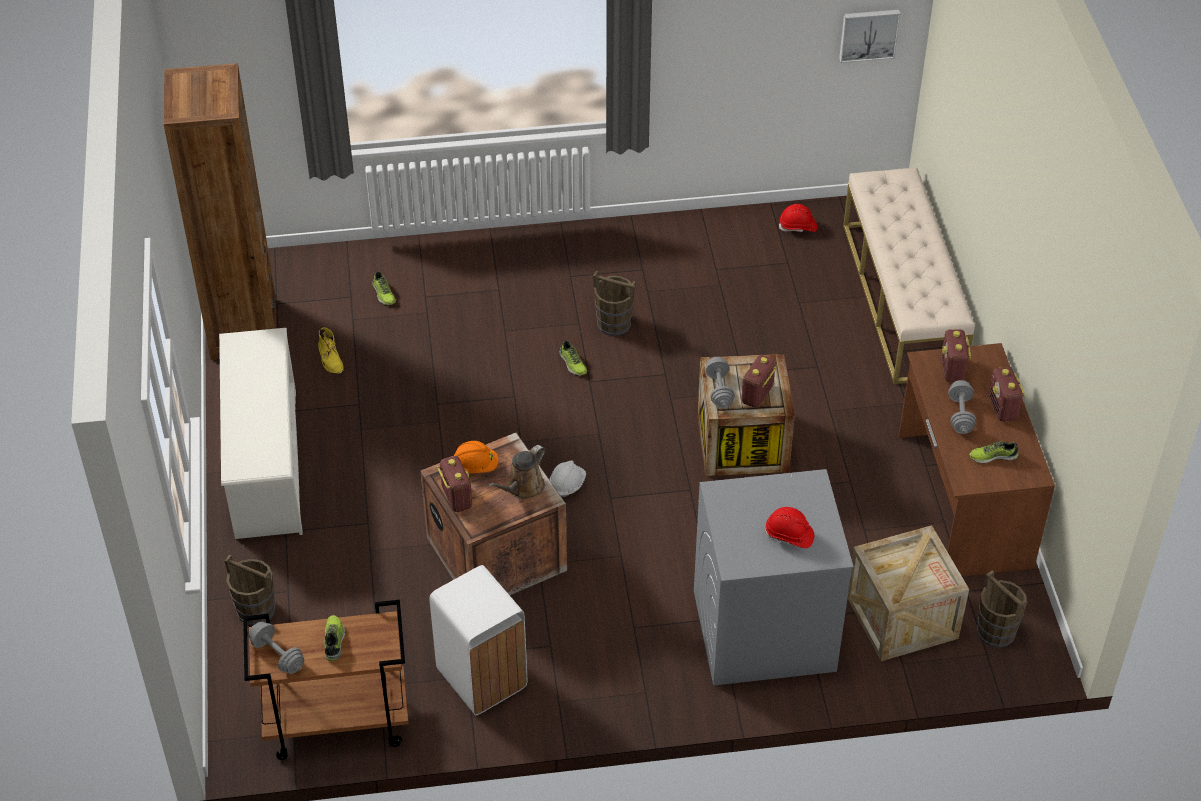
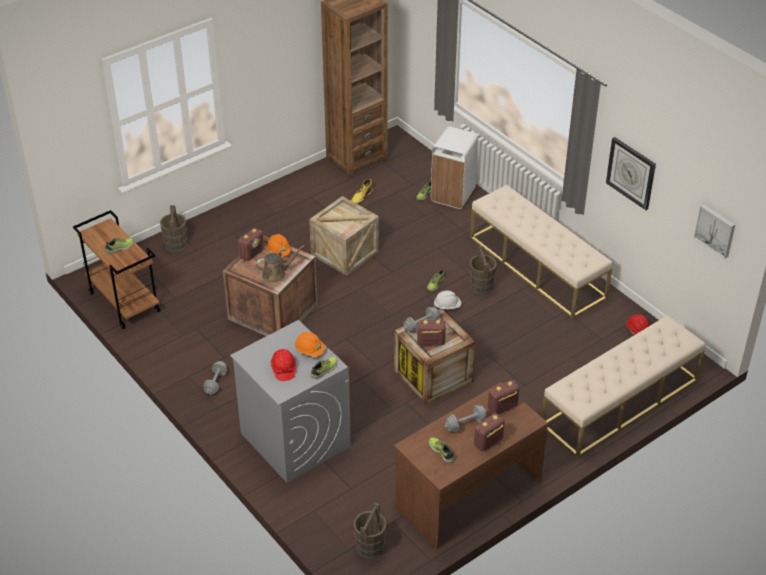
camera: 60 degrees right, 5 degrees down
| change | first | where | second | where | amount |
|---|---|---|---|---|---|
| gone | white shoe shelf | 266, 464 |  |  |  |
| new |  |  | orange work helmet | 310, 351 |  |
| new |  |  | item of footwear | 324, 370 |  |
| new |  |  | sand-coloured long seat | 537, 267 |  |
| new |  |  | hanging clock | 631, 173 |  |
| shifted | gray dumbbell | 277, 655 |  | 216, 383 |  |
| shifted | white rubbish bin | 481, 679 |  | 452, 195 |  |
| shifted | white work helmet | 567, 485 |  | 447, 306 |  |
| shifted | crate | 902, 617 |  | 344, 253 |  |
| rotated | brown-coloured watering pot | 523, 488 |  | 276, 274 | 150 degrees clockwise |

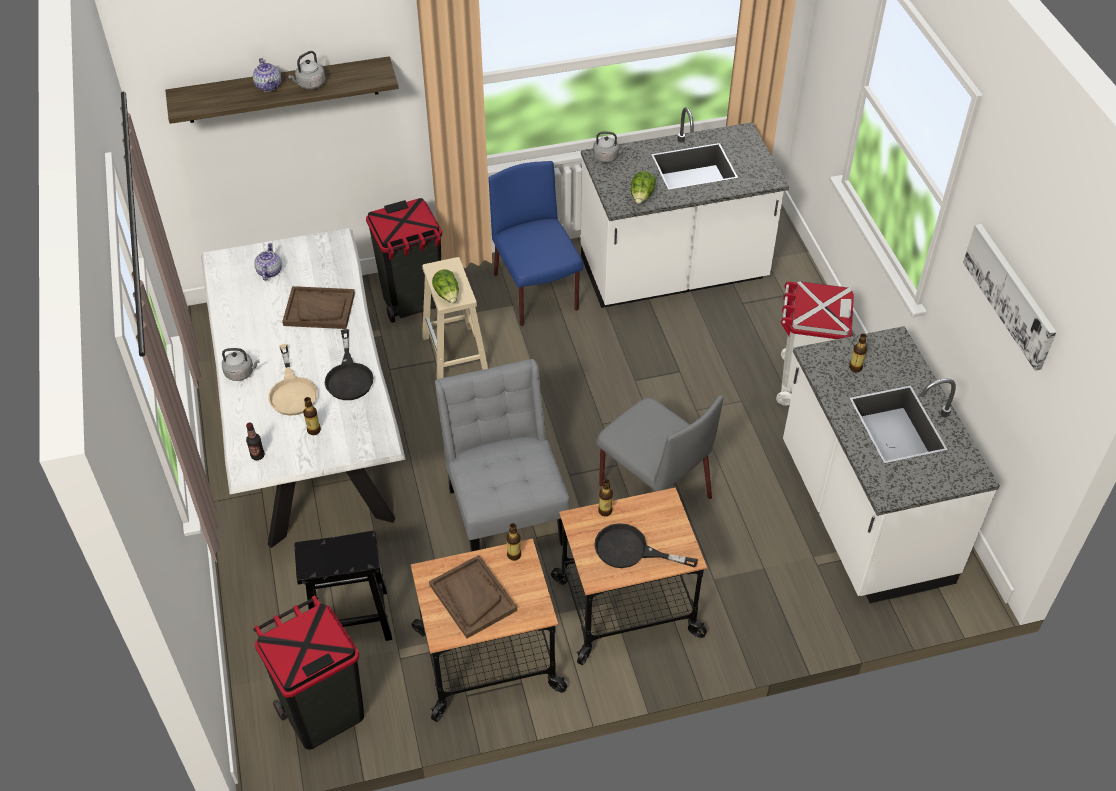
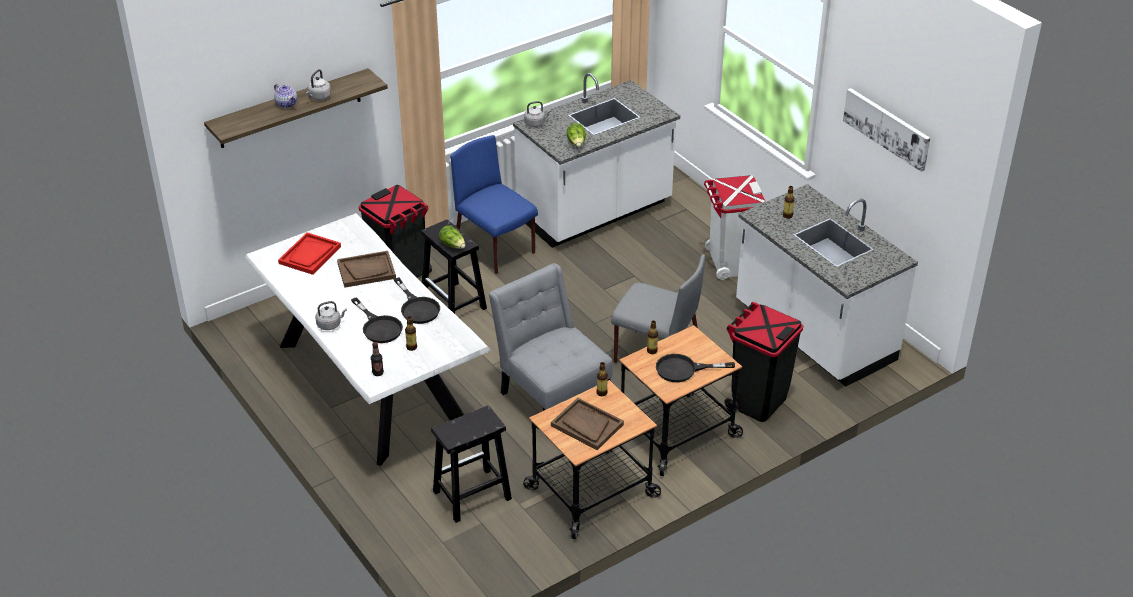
camera: 20 degrees left, 10 degrees down
| change | first | where | second | where | amount |
|---|---|---|---|---|---|
| shifted | blackish rubbish bin | 323, 713 |  | 757, 401 |  |
| swapped | tea pot | 269, 272 | red-coloured serving tray | 310, 255 |  |
| repainted | sand-coloured skillet | 292, 391 | blackish skillet | 379, 327 |  |
| repainted | sand-coloured sitting stool | 455, 354 | blackish sitting stool | 454, 303 |  |

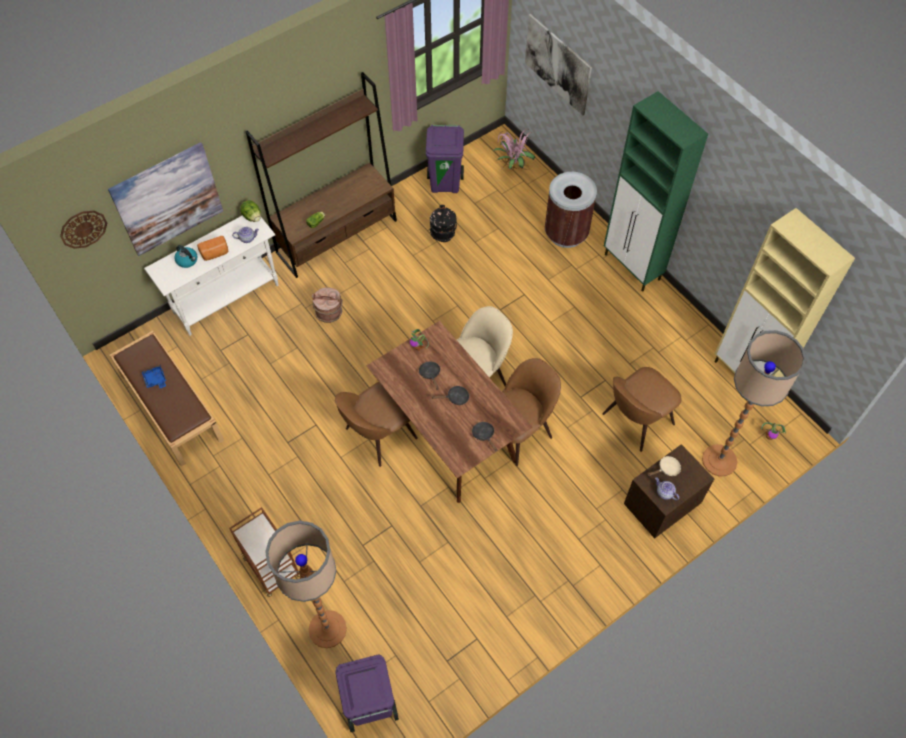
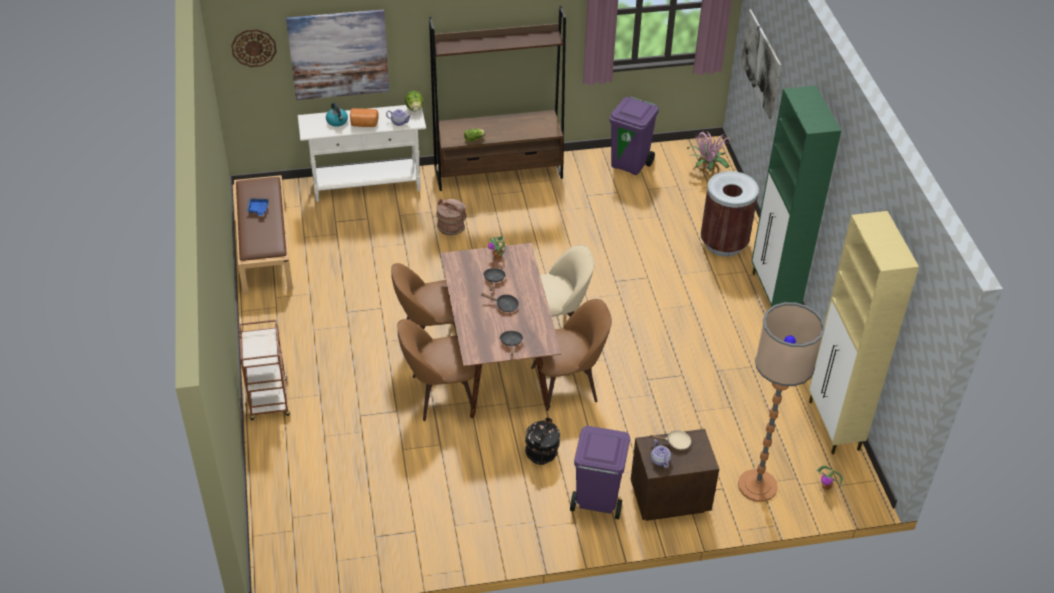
camera: 25 degrees right, 15 degrees down
| change | first | where | second | where | amount |
|---|---|---|---|---|---|
| gone | standing lamp | 328, 629 |  |  |  |
| shifted | purple-coloured rubbish bin | 370, 706 |  | 596, 501 |  |
| shifted | blackish pail | 443, 233 |  | 542, 453 |  |
| shifted | brown-coloured upright chair | 635, 420 |  | 440, 394 |  |

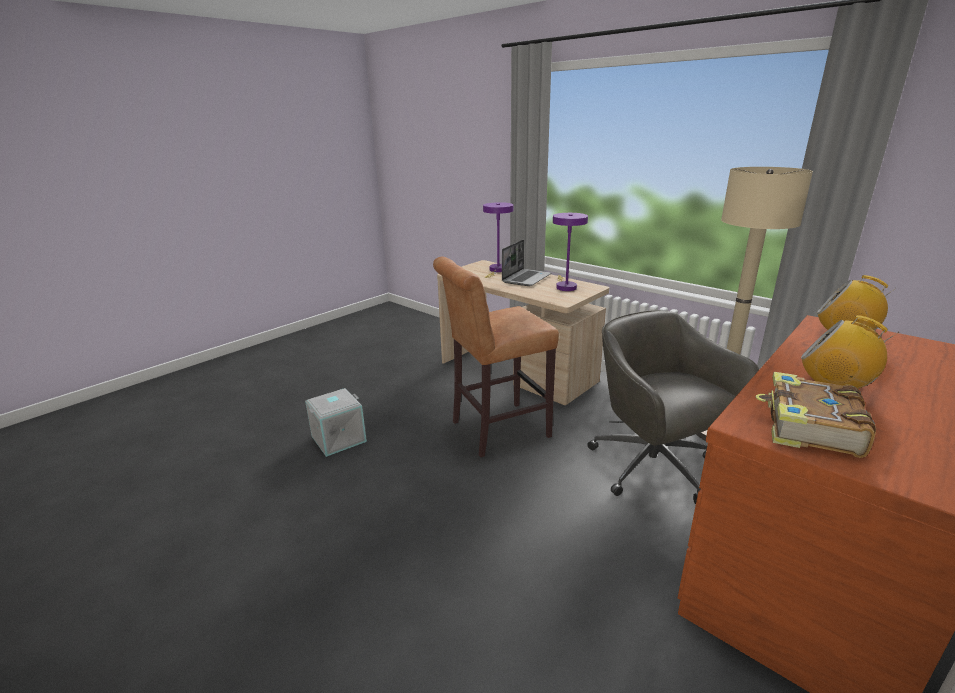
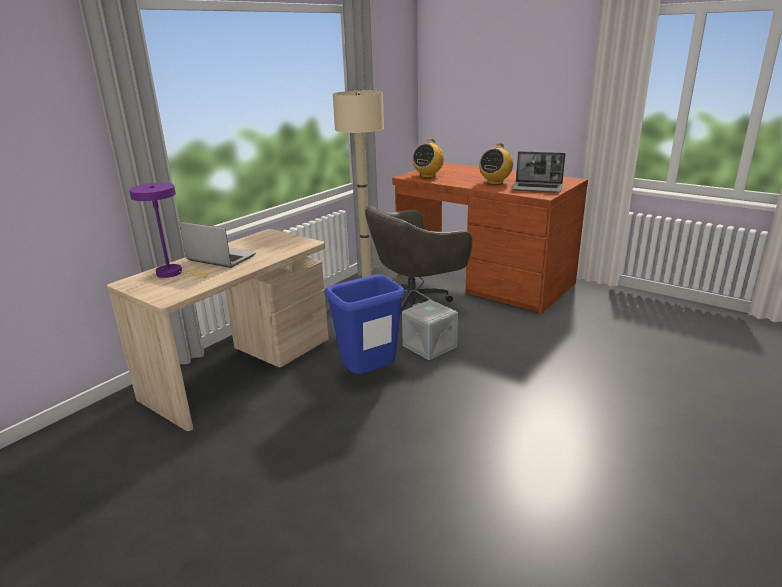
camera: 95 degrees left, 0 degrees up
| change | first | where | second | where | amount |
|---|---|---|---|---|---|
| gone | purple-coloured table lamp | 565, 286 |  |  |  |
| shifted | gray storage bin | 338, 438 |  | 428, 346 |  |
| swapped | brown-coloured sitting stool | 495, 430 | bluish rubbish bin | 368, 377 |  |
| swapped | book | 809, 428 | notebook computer | 538, 188 |  |

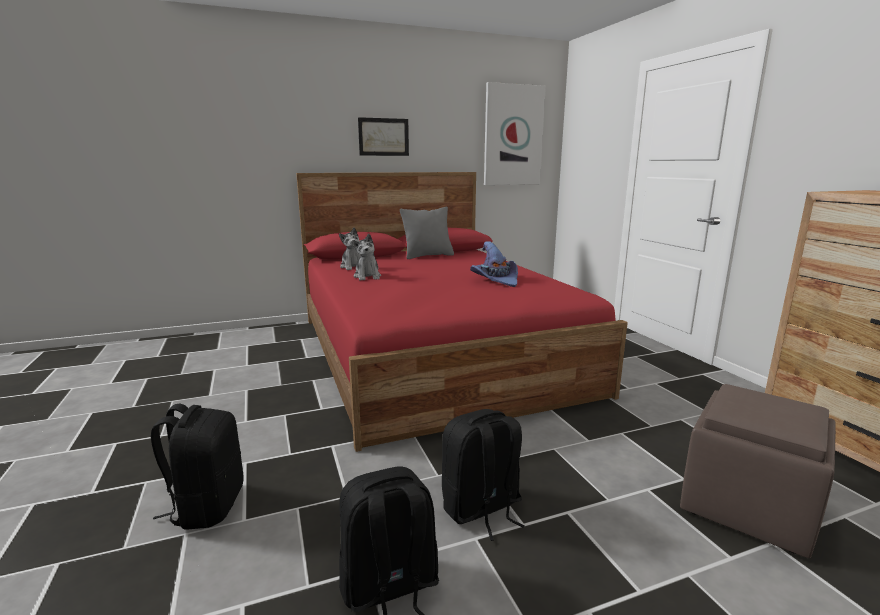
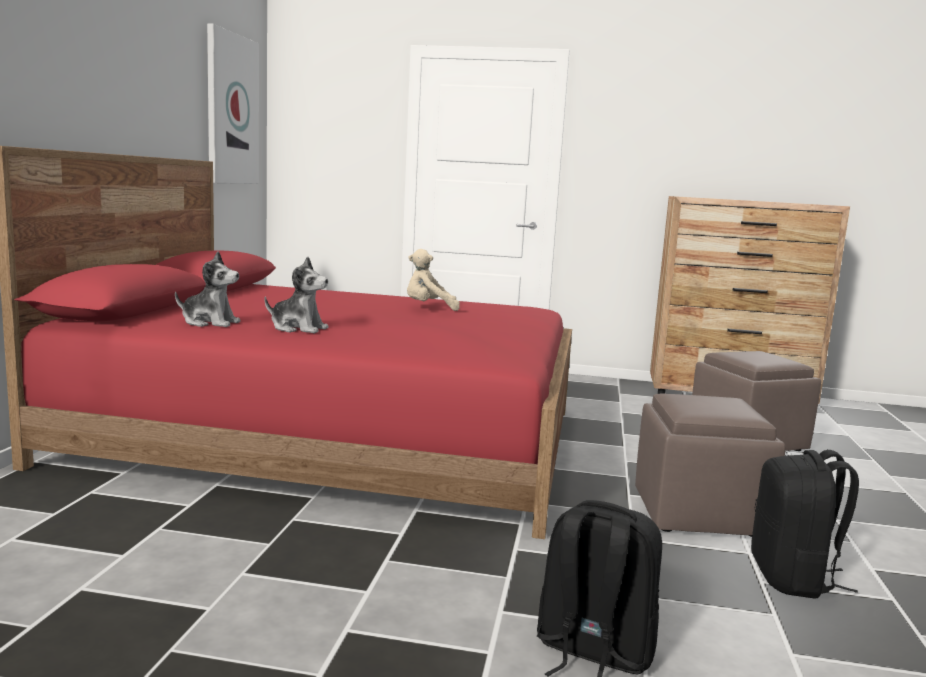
camera: 60 degrees left, 5 degrees down
| change | first | where | second | where | amount |
|---|---|---|---|---|---|
| gone | picture | 383, 137 |  |  |  |
| gone | gray pillow | 428, 256 |  |  |  |
| swapped | blackish backpack | 481, 509 | brown-coloured ottoman | 699, 514 |  |
| swapped | purple-coloured clothing hat | 495, 280 | sand-coloured plush toy | 429, 308 |  |

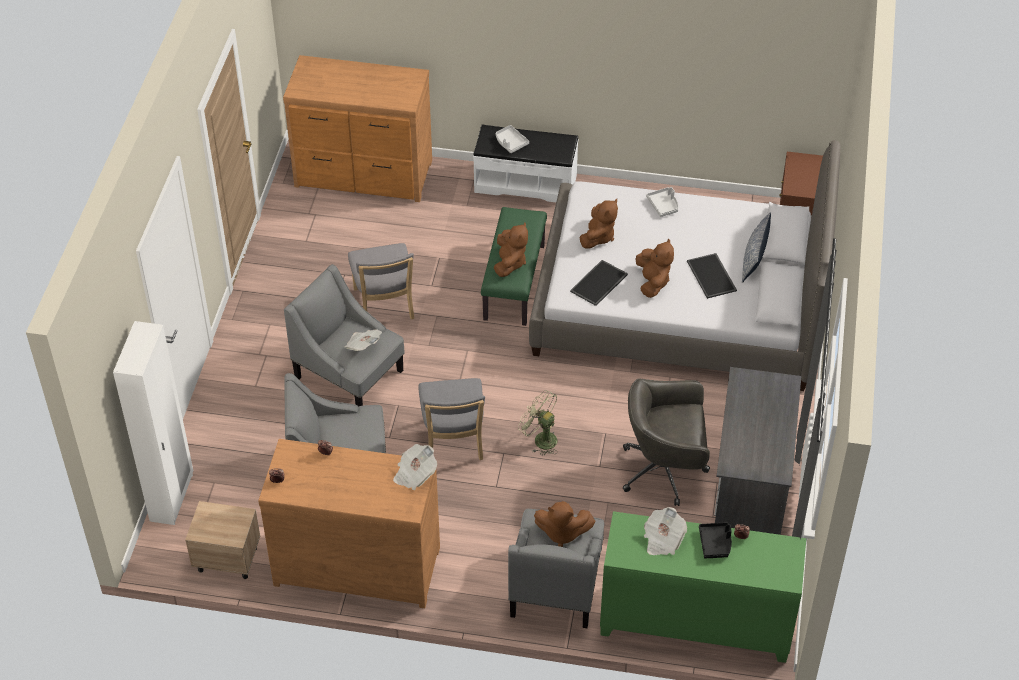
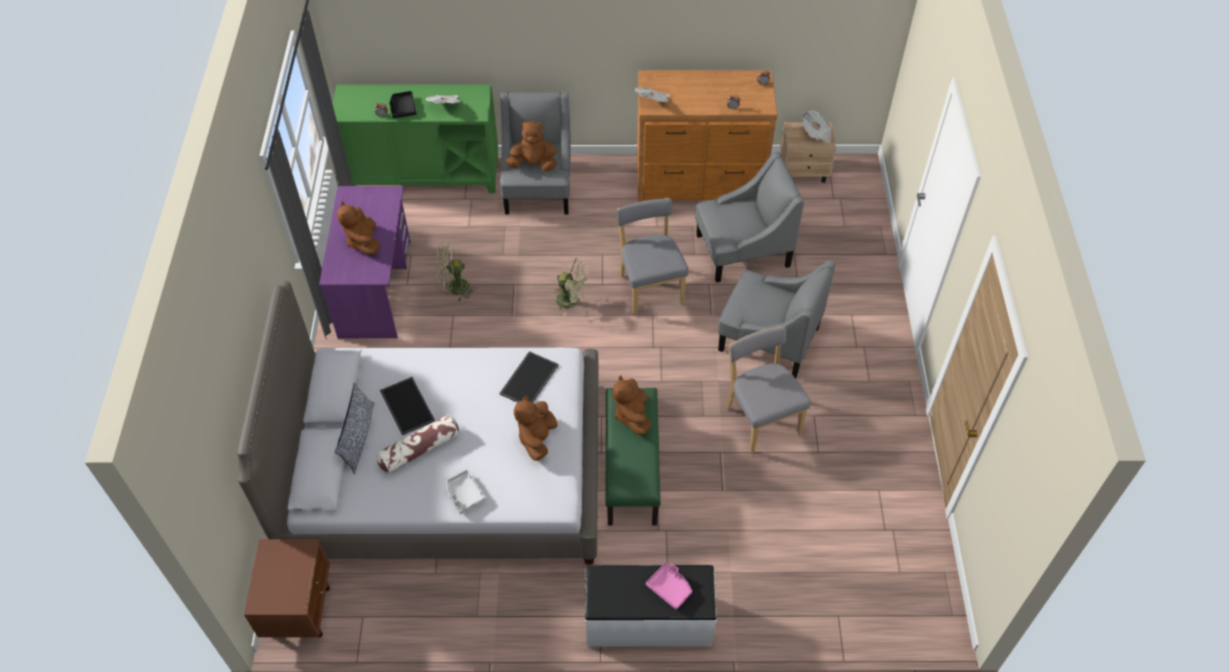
camera: 170 degrees right, 5 degrees up
| change | first | where | second | where | amount |
|---|---|---|---|---|---|
| gone | white clothes cupboard | 172, 498 |  |  |  |
| gone | brown-coloured dresser | 363, 175 |  |  |  |
| new |  |  | pillow | 419, 449 |  |
| shifted | daily paper | 363, 346 |  | 816, 133 |  |
| shifted | brown-coloured plush toy | 653, 282 |  | 363, 242 |  |
| swapped | gray computer chair | 665, 470 | green fan | 454, 289 |  |
| repainted | gray serving tray | 510, 143 | pink-coloured serving tray | 670, 588 |  |
| repainted | gray desk unit | 751, 482 | purple-coloured desk unit | 375, 288 |  |

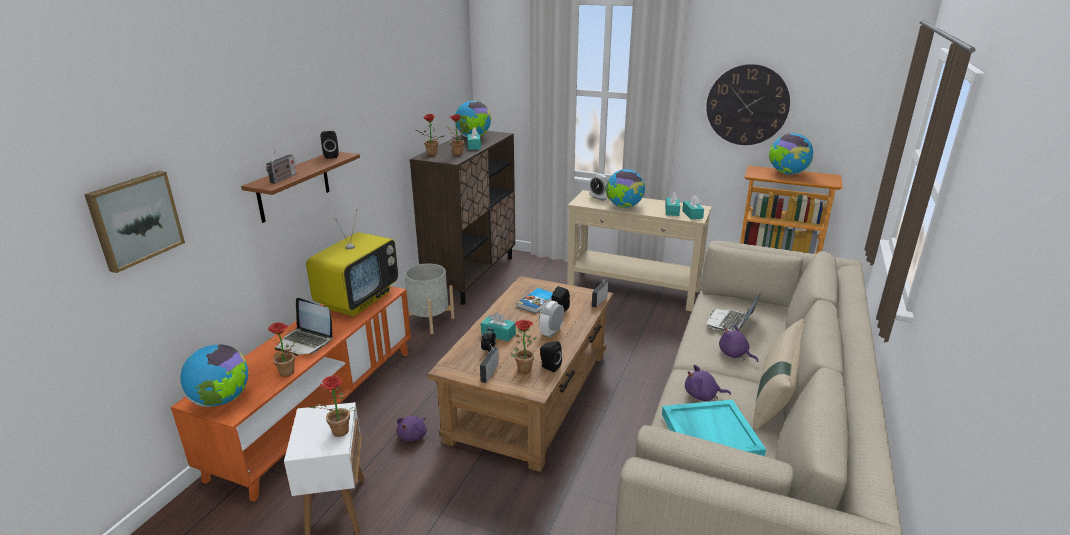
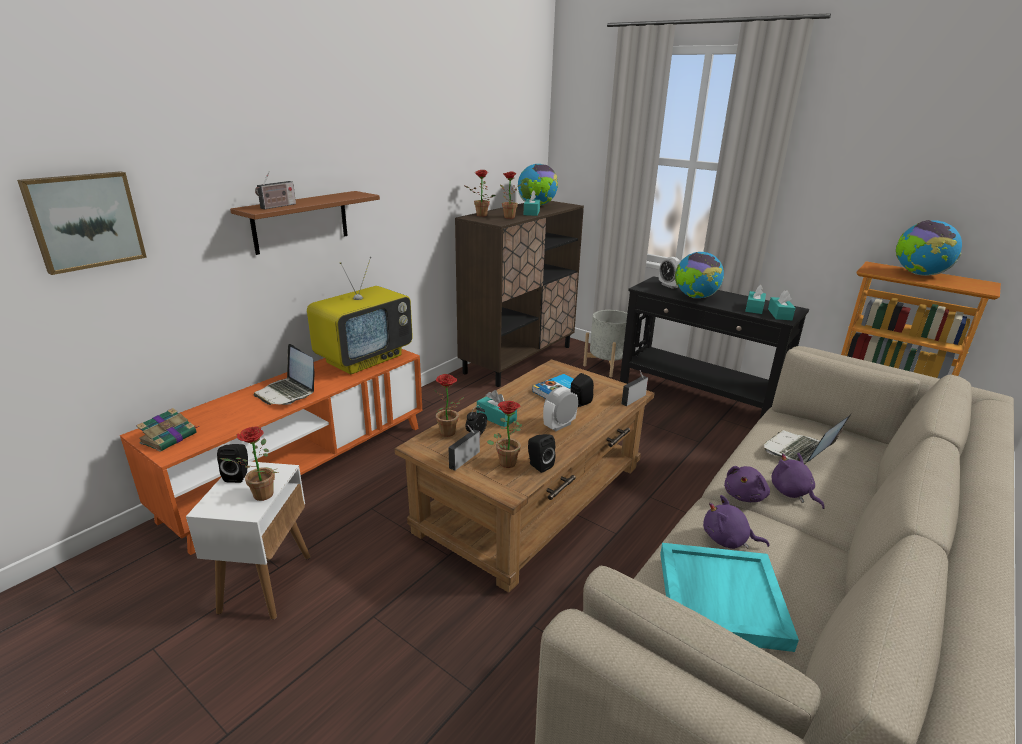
camera: 15 degrees right, 0 degrees up
| change | first | where | second | where | amount |
|---|---|---|---|---|---|
| gone | hanging clock | 747, 105 |  |  |  |
| gone | sand-coloured pillow | 774, 397 |  |  |  |
| shifted | plant in a pot | 288, 374 |  | 449, 434 |  |
| shifted | blackish loudspeaker | 331, 156 |  | 238, 475 |  |
| shifted | purple-coloured plush toy | 413, 435 |  | 745, 496 |  |
| shifted | gray plant pot | 429, 321 |  | 607, 366 |  |
| swapped | globe | 222, 400 | book | 170, 437 |  |
| repainted | sand-coloured narrow table | 633, 290 | blackish narrow table | 697, 399 |  |

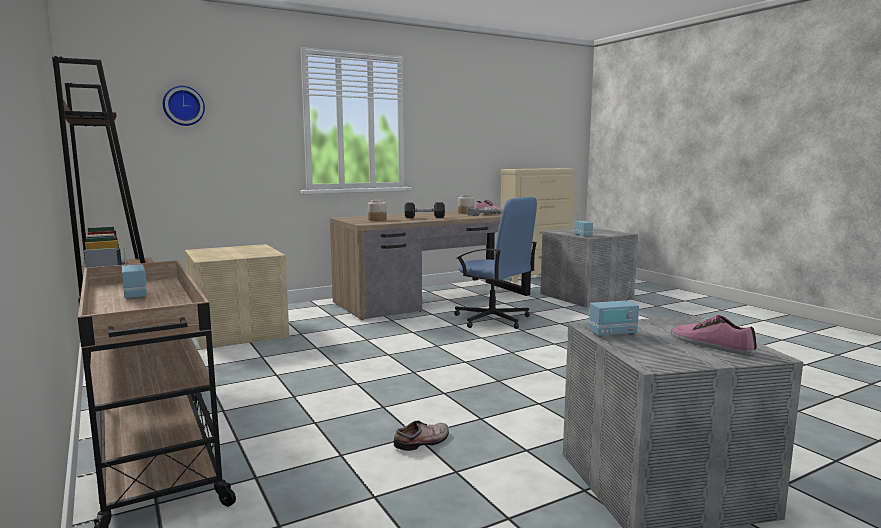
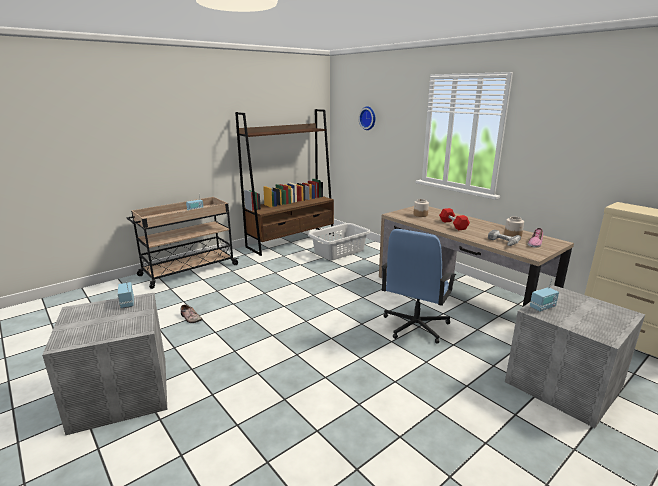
camera: 80 degrees right, 10 degrees up
| change | first | where | second | where | amount |
|---|---|---|---|---|---|
| gone | item of footwear | 711, 344 |  |  |  |
| swapped | sand-coloured storage bin | 240, 331 | gray washing basket | 339, 251 |  |
| repainted | gray dumbbell | 424, 217 | red-coloured dumbbell | 453, 225 |  |

